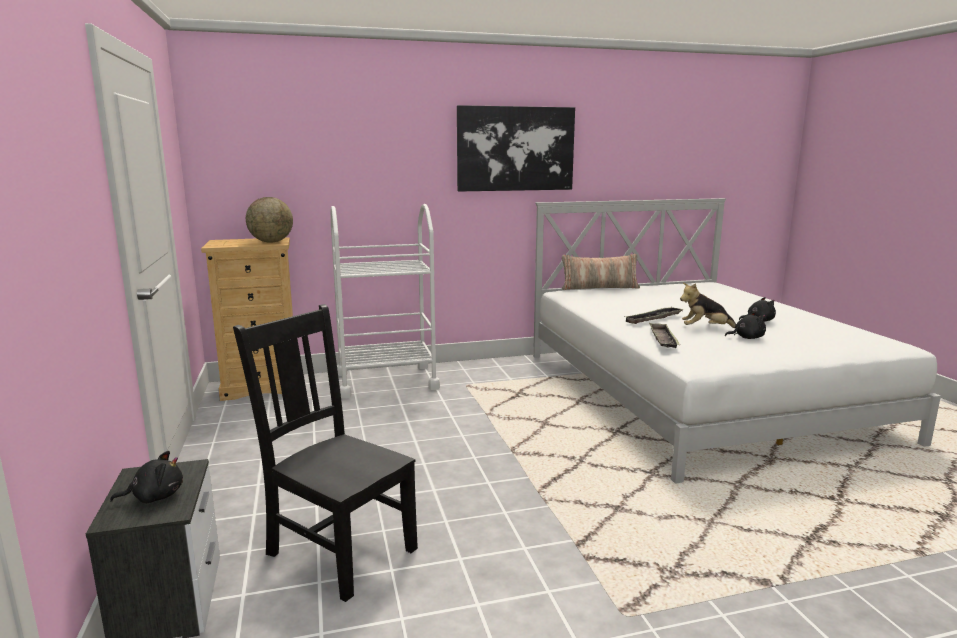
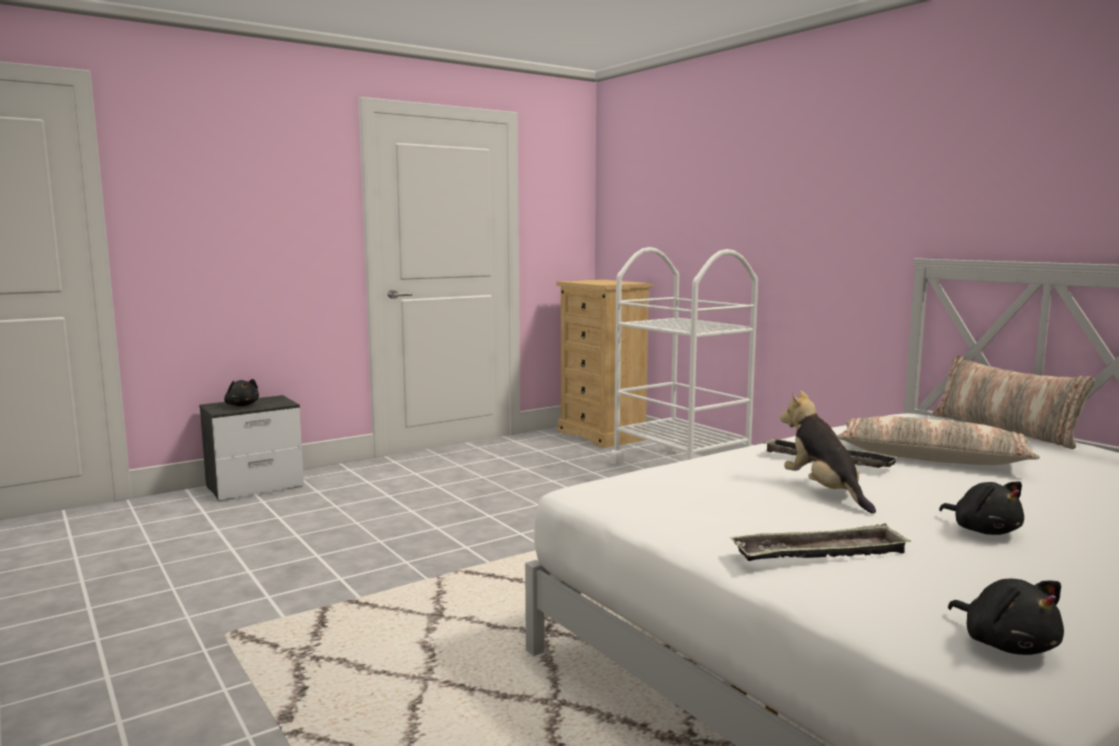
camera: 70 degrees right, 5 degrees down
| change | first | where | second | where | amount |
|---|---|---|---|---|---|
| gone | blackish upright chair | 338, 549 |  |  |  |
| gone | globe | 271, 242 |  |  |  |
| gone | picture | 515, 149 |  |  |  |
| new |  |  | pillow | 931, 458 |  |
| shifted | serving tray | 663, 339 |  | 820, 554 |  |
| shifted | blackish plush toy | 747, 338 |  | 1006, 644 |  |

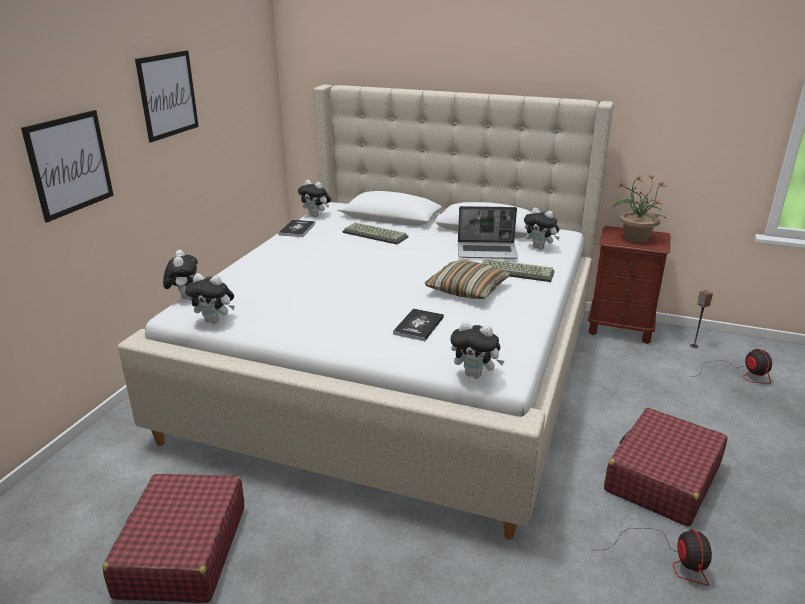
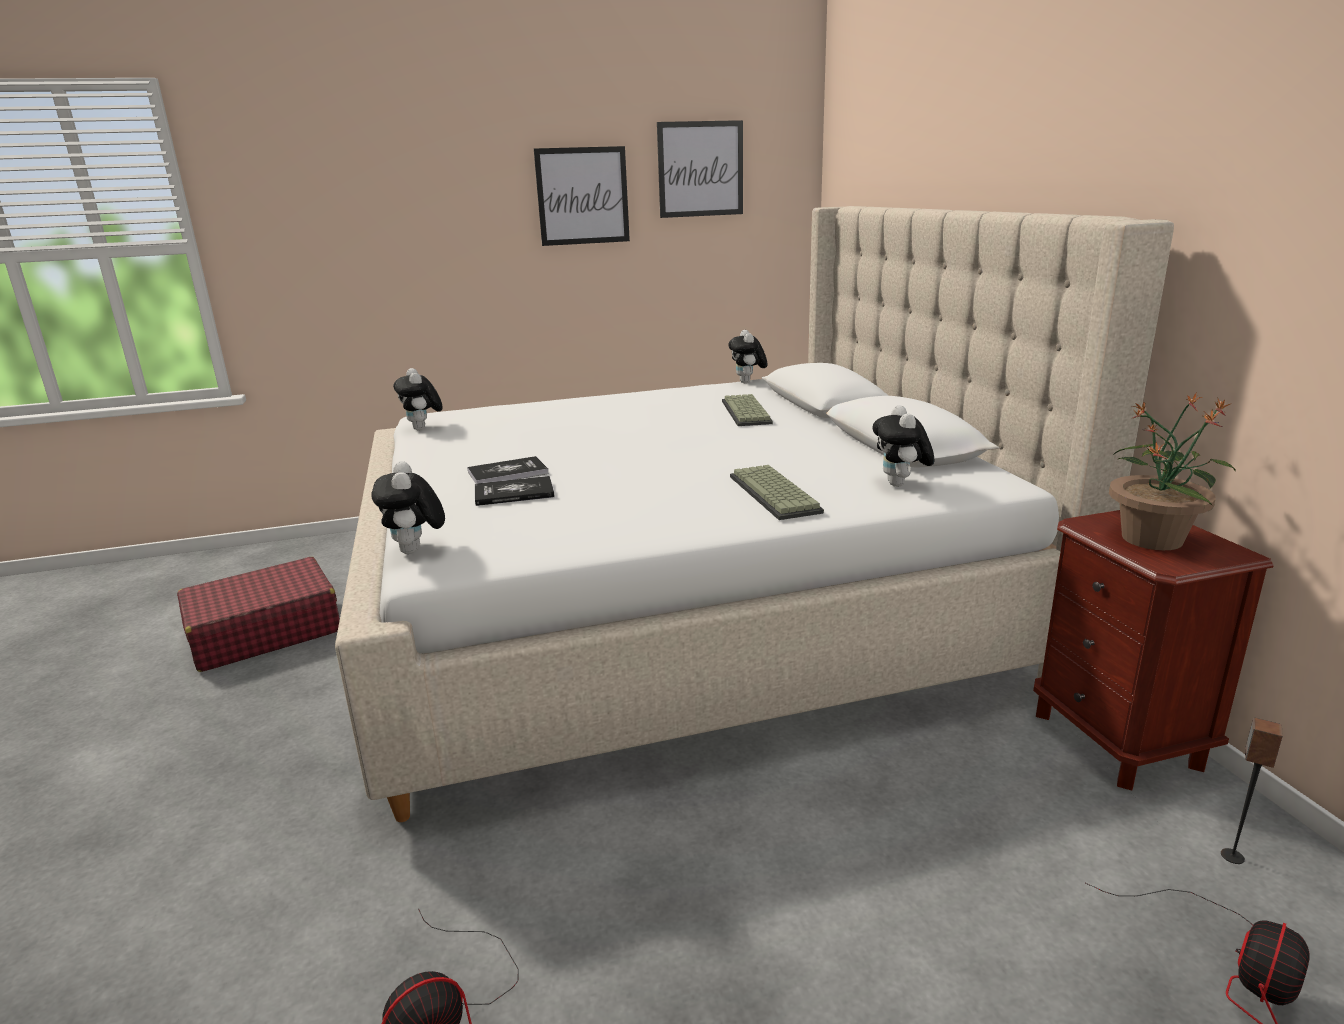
camera: 55 degrees right, 5 degrees down
| change | first | where | second | where | amount |
|---|---|---|---|---|---|
| gone | plush toy | 184, 297 |  |  |  |
| gone | pillow | 467, 289 |  |  |  |
| gone | notebook computer | 487, 252 |  |  |  |
| gone | red-coloured travel case | 662, 478 |  |  |  |
| shifted | picture | 70, 164 |  | 700, 169 |  |
| shifted | book | 297, 229 |  | 508, 473 |  |

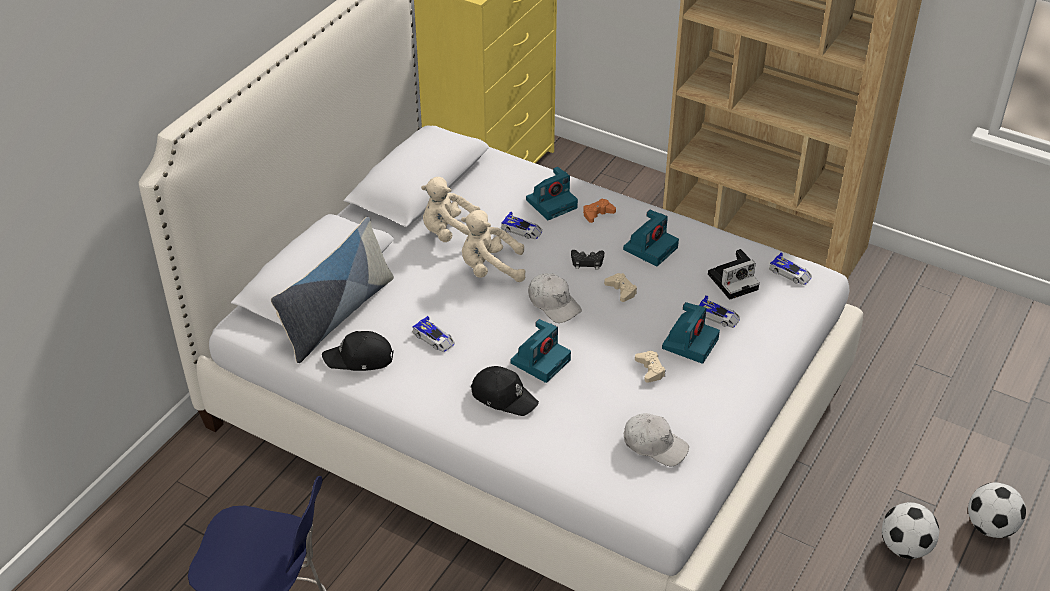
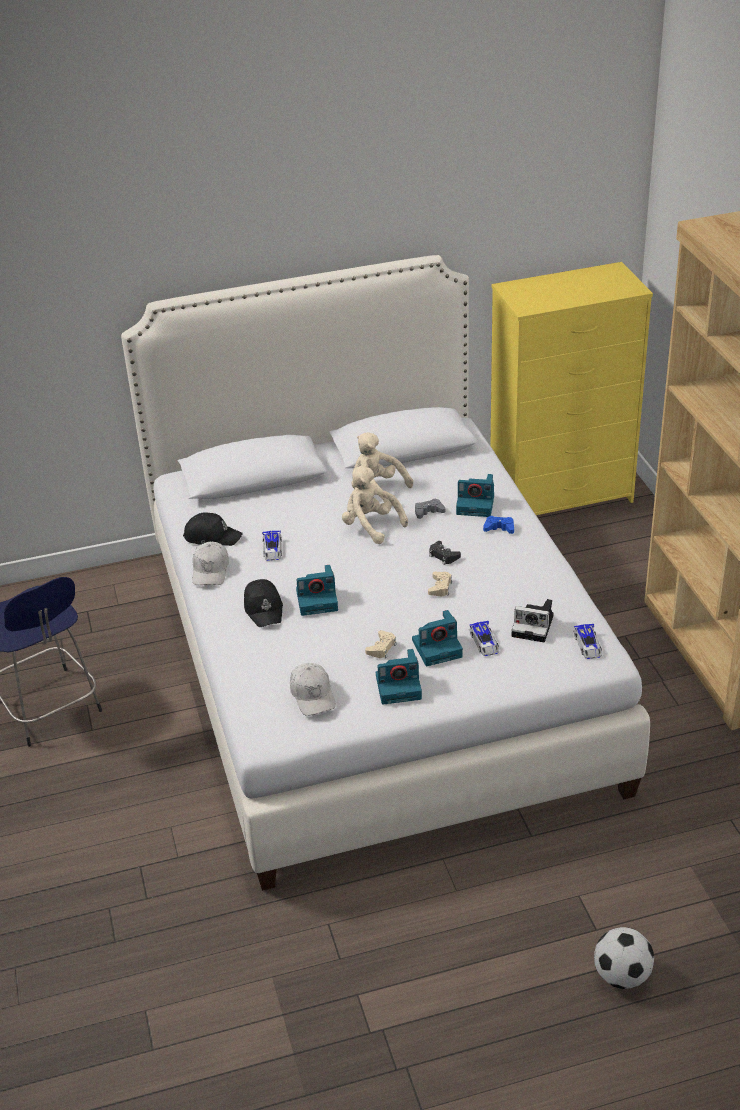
camera: 45 degrees right, 5 degrees down
| change | first | where | second | where | amount |
|---|---|---|---|---|---|
| gone | pillow | 337, 315 |  |  |  |
| gone | football | 905, 547 |  |  |  |
| shifted | white cap | 554, 303 |  | 211, 570 |  |
| shifted | still camera | 650, 248 |  | 399, 686 |  |
| swapped | miniature car | 522, 230 | gray gamepad | 428, 512 |  |
| repainted | orange gamepad | 597, 214 | bluish gamepad | 499, 528 |  |
| rotated | blackish cap | 359, 359 |  | 212, 536 | 150 degrees clockwise |

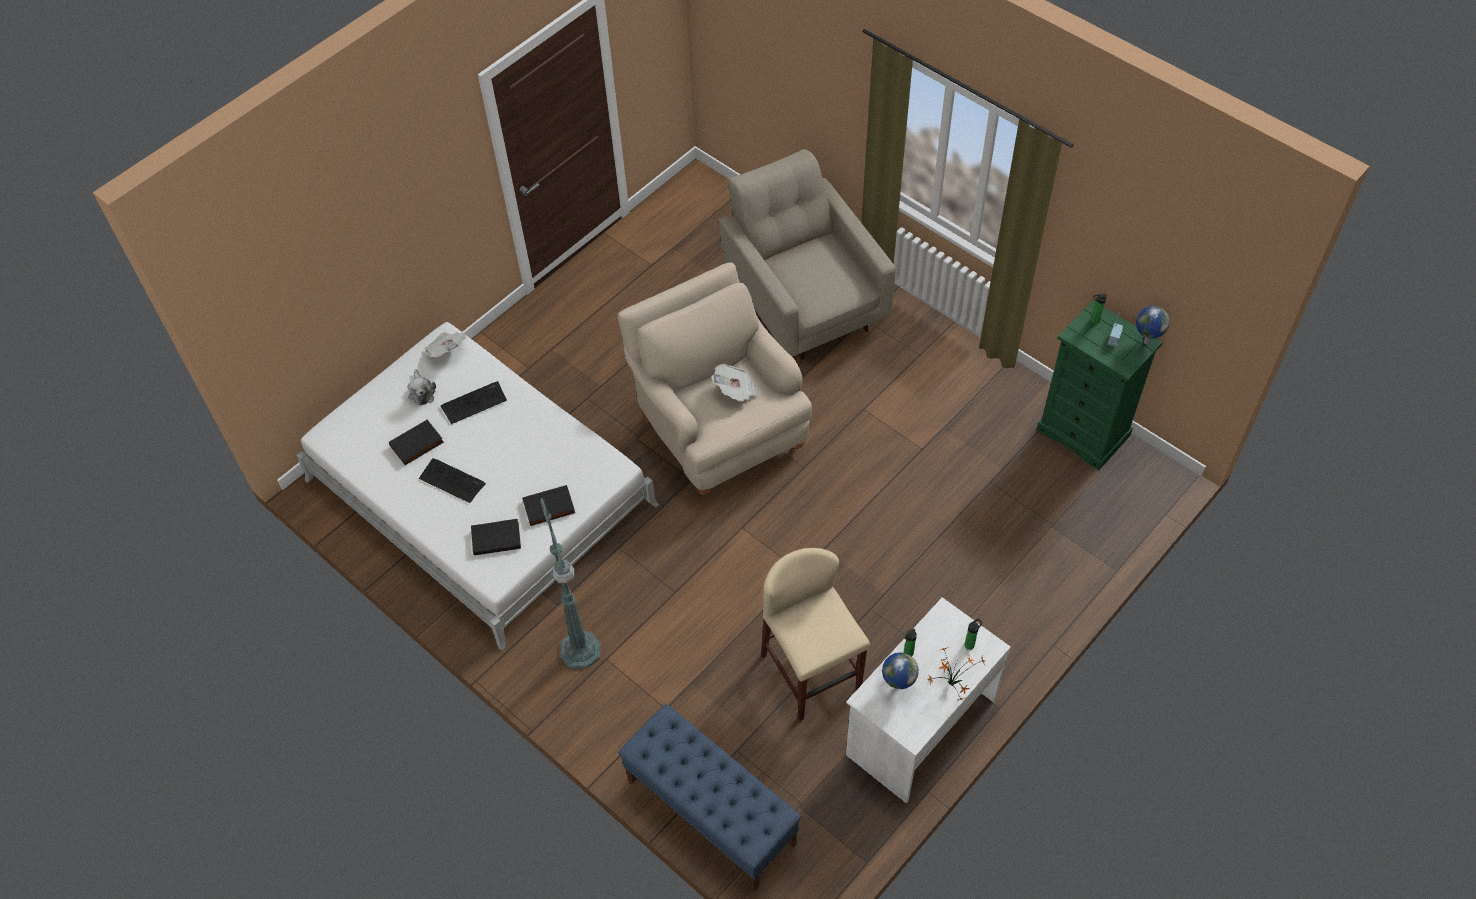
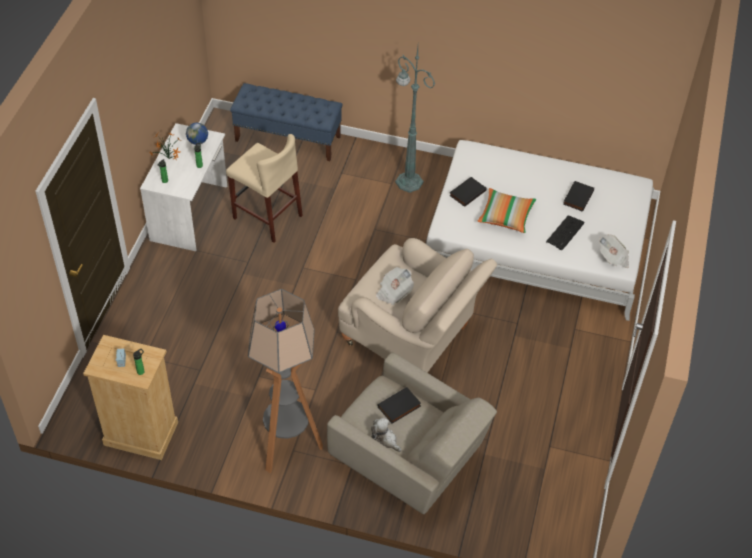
camera: 150 degrees right, 5 degrees down
| change | first | where | second | where | amount |
|---|---|---|---|---|---|
| gone | keyboard | 452, 480 |  |  |  |
| gone | globe | 1145, 341 |  |  |  |
| new |  |  | standing lamp | 287, 446 |  |
| new |  |  | pillow | 506, 216 |  |
| shifted | plush toy | 421, 392 |  | 385, 439 |  |
| shifted | blackish book | 496, 538 |  | 399, 407 |  |
| repainted | green dresser | 1083, 432 | sand-coloured dresser | 140, 434 |  |

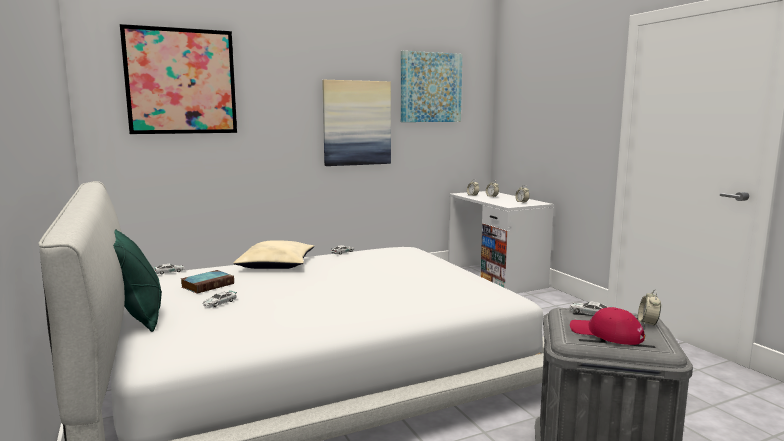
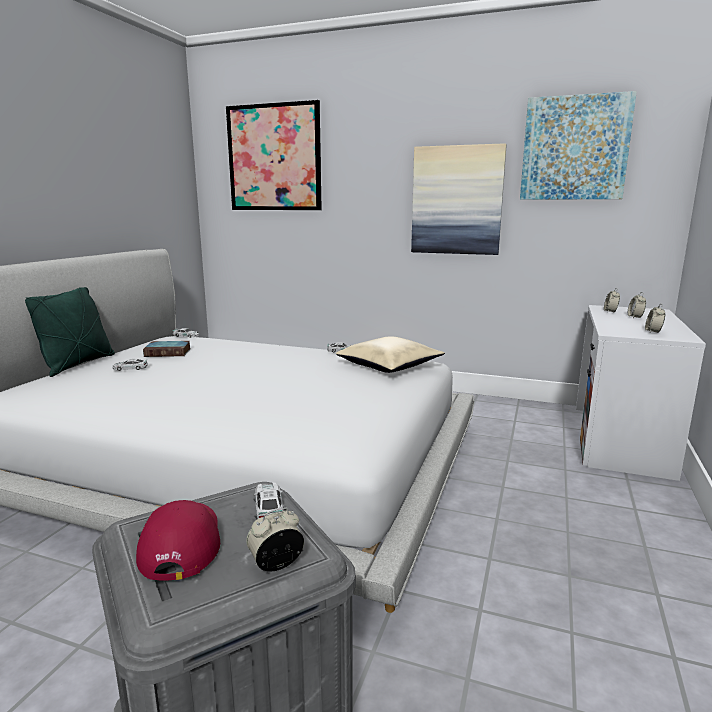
camera: 45 degrees right, 5 degrees up
| change | first | where | second | where | amount |
|---|---|---|---|---|---|
| shifted | sand-coloured pillow | 276, 264 |  | 390, 365 |  |

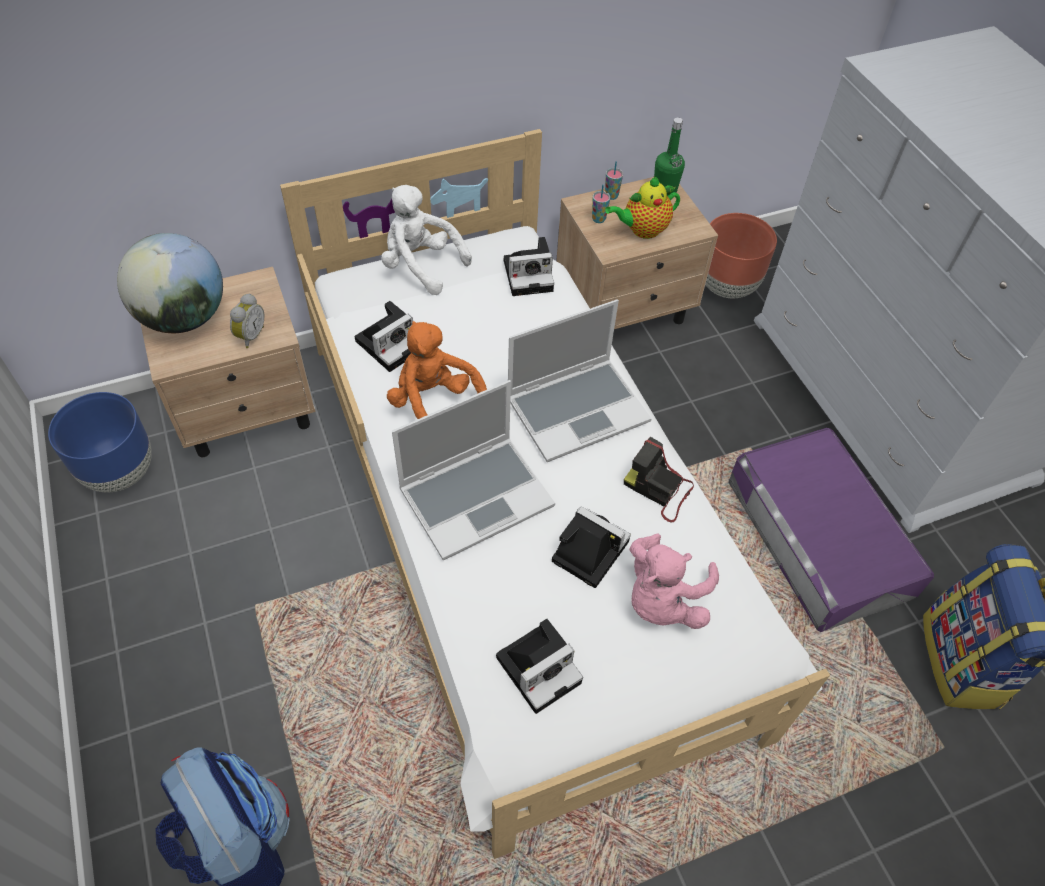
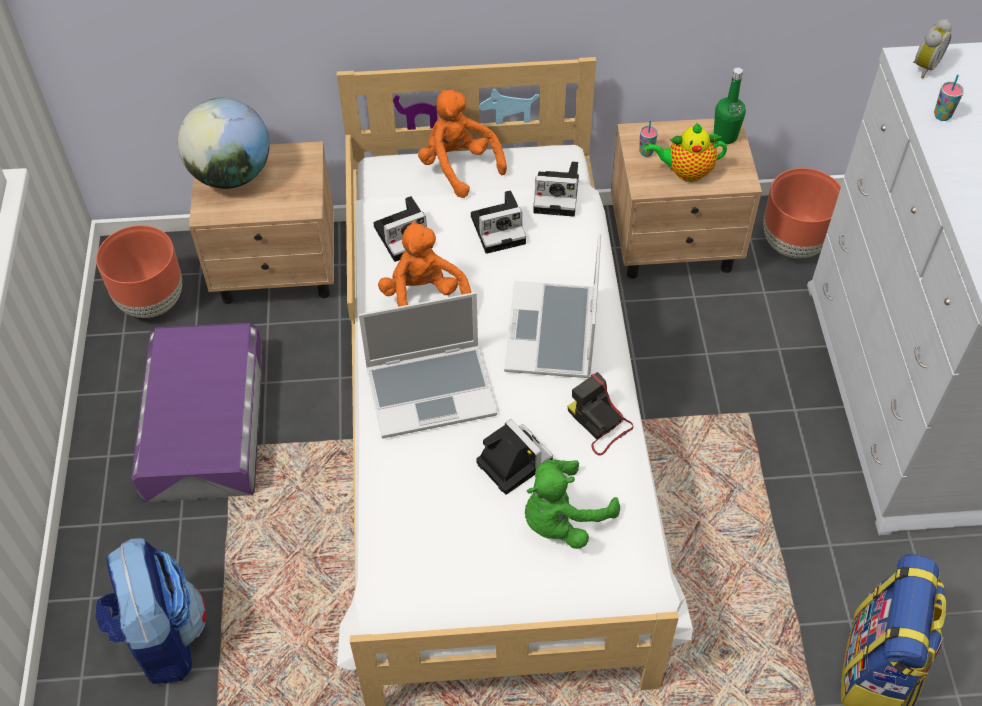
camera: 20 degrees right, 0 degrees up
| change | first | where | second | where | amount |
|---|---|---|---|---|---|
| shifted | table clock | 250, 336 |  | 923, 67 |  |
| shifted | still camera | 540, 667 |  | 500, 228 |  |
| shifted | drinking cup | 611, 196 |  | 942, 116 |  |
| shifted | purple-coloured storage bin | 819, 537 |  | 205, 422 |  |
| repainted | bluish plant pot | 120, 471 | brown-coloured plant pot | 152, 301 |  |
| repainted | white plush toy | 420, 266 | orange plush toy | 458, 166 |  |
| repainted | pink-coloured plush toy | 662, 599 | green plush toy | 562, 519 |  |
| rotated | notebook computer | 578, 409 |  | 553, 333 | 105 degrees clockwise |

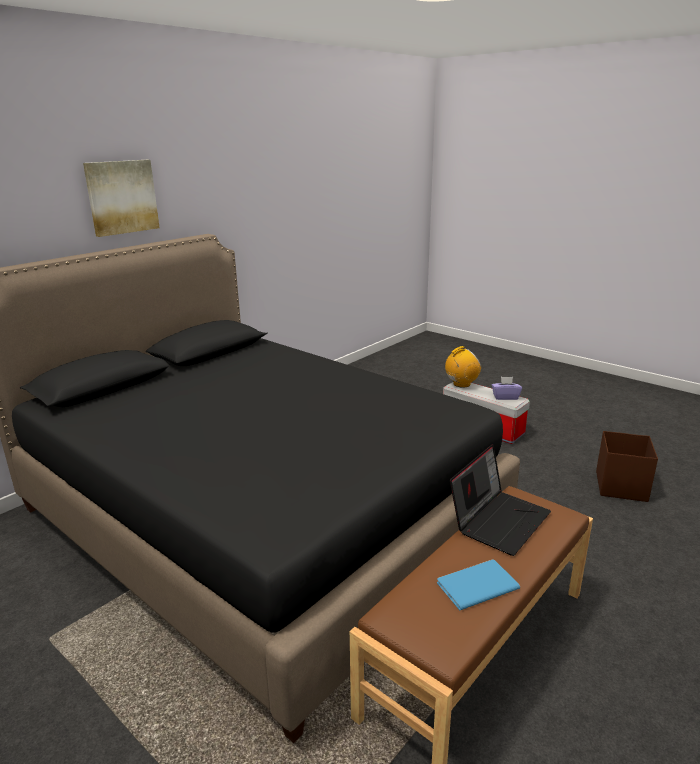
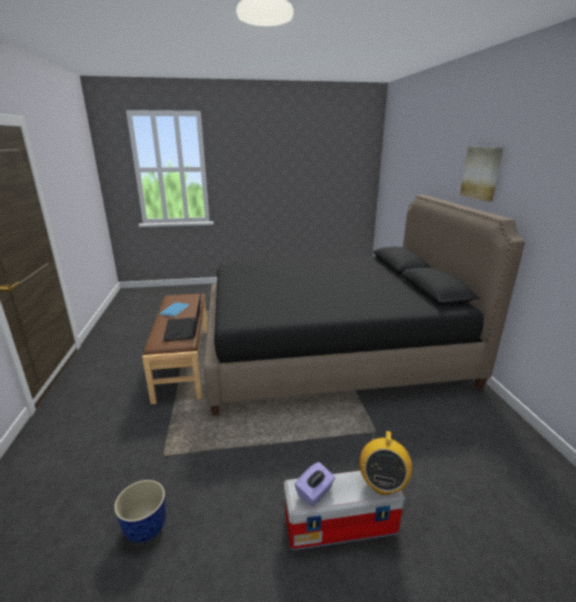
camera: 130 degrees right, 0 degrees up
| change | first | where | second | where | amount |
|---|---|---|---|---|---|
| swapped | brown-coloured storage bin | 621, 486 | plant pot | 146, 528 |  |

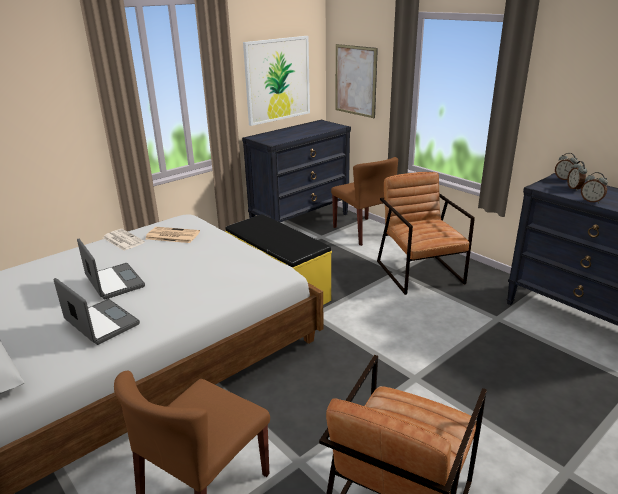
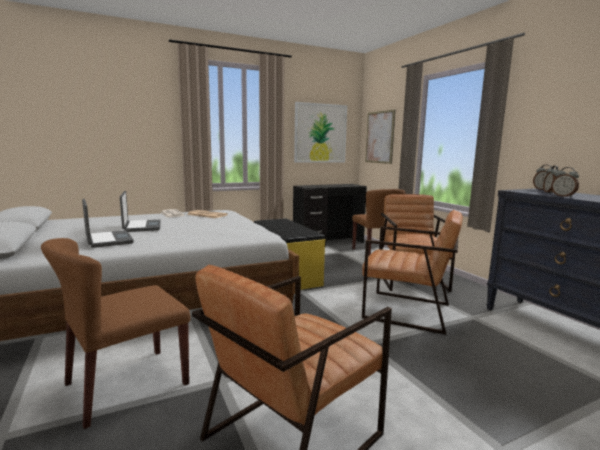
camera: 15 degrees right, 15 degrees down
| change | first | where | second | where | amount |
|---|---|---|---|---|---|
| new |  |  | brown-coloured armchair | 407, 311 |  |
| swapped | blackish dresser | 300, 221 | blackish desk unit | 328, 243 |  |

